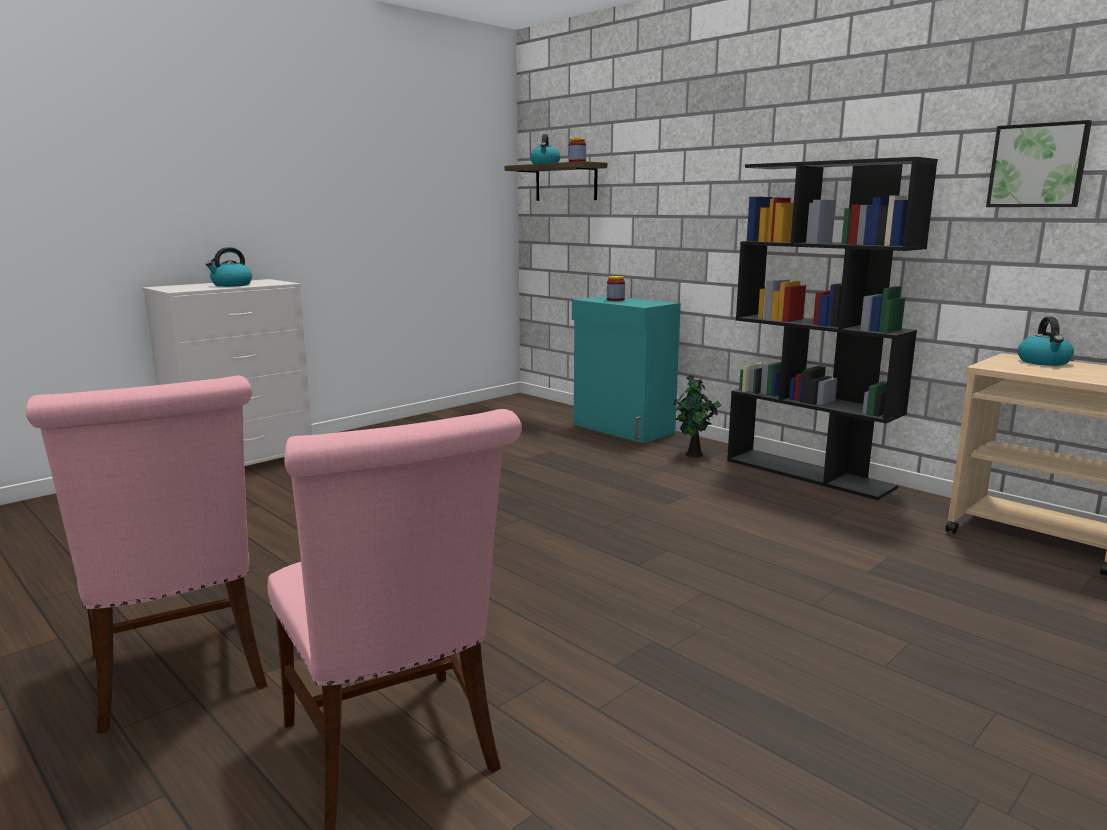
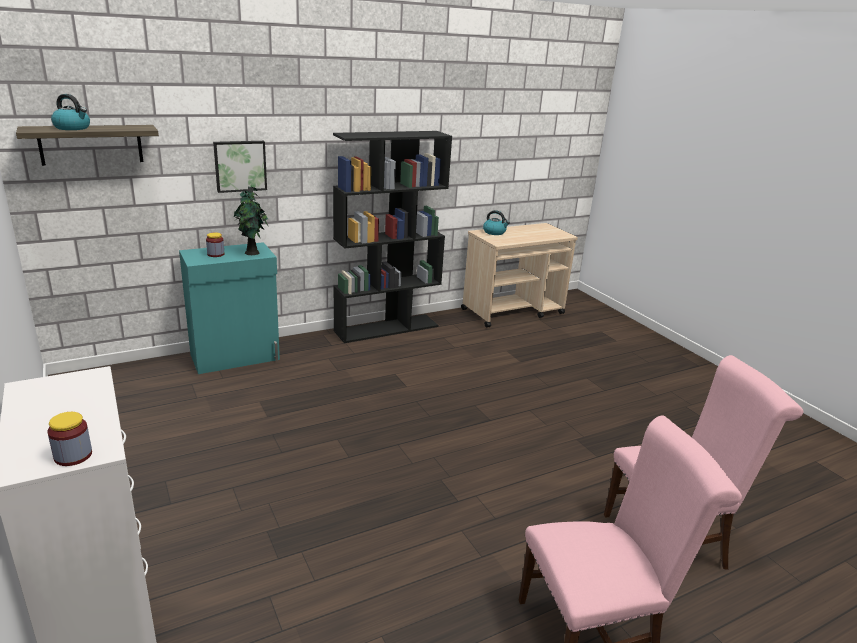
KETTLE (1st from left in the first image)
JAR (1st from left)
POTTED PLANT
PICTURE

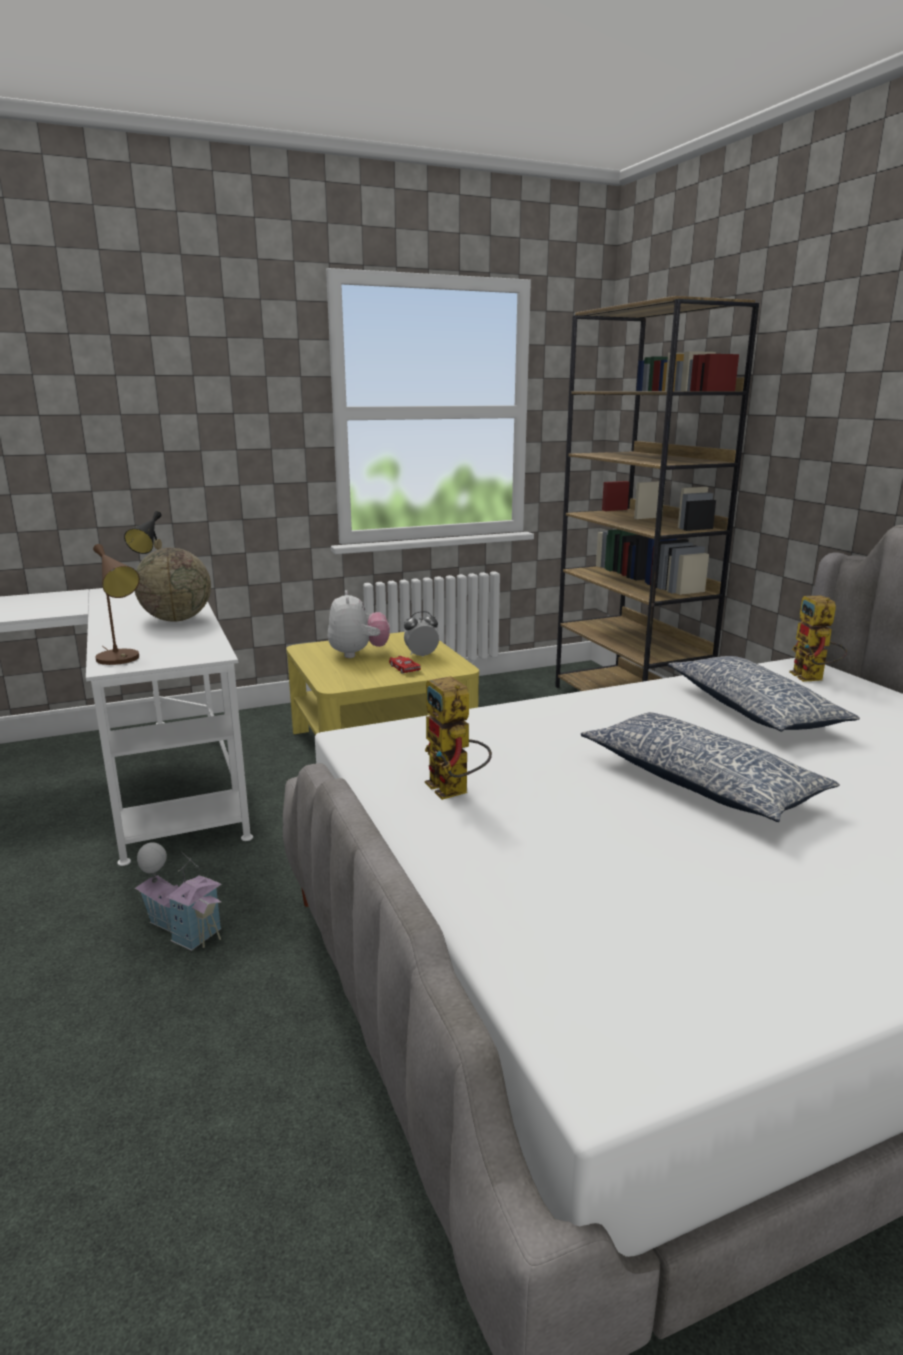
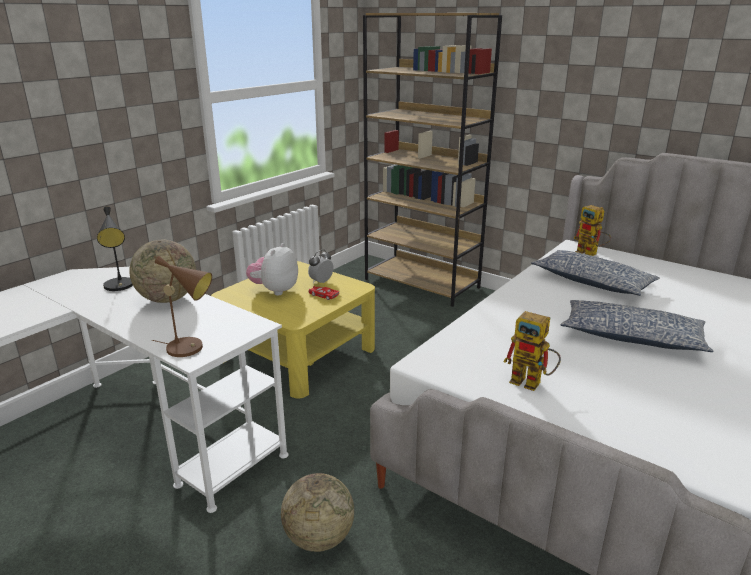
GLOBE (2nd from left)
PLUSH TOY

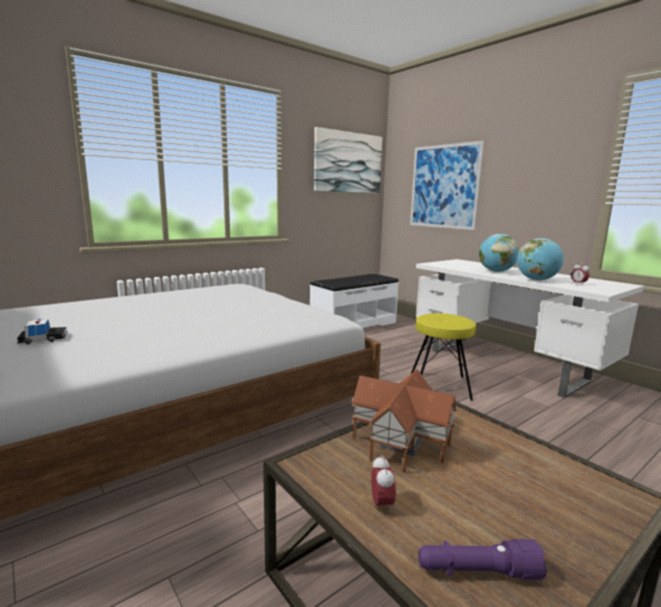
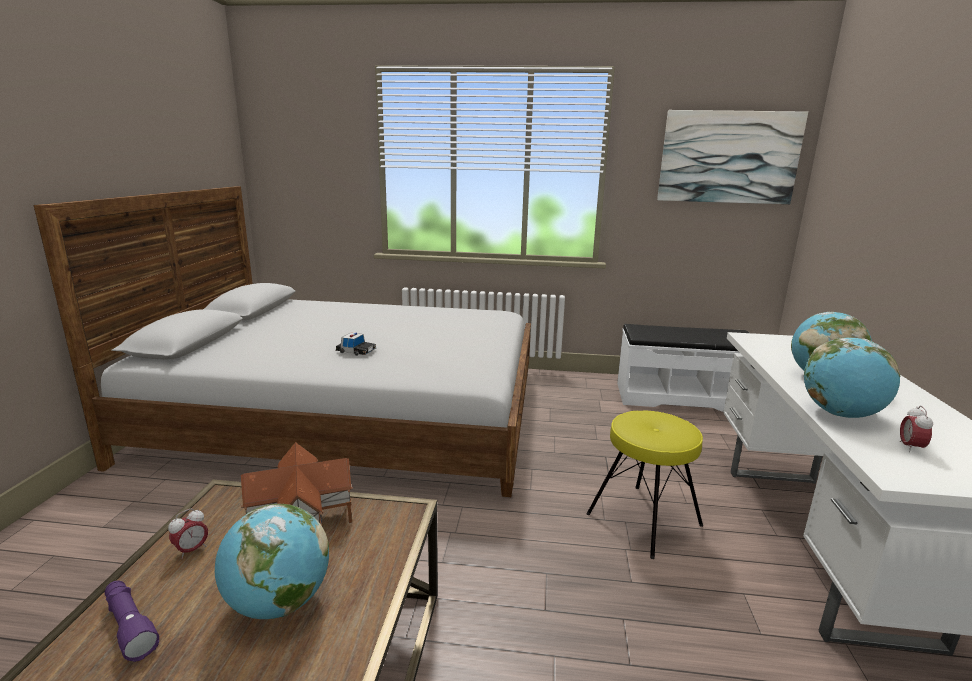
PICTURE (2nd from left in the first image)
GLOBE (1st from left)
TOY CAR

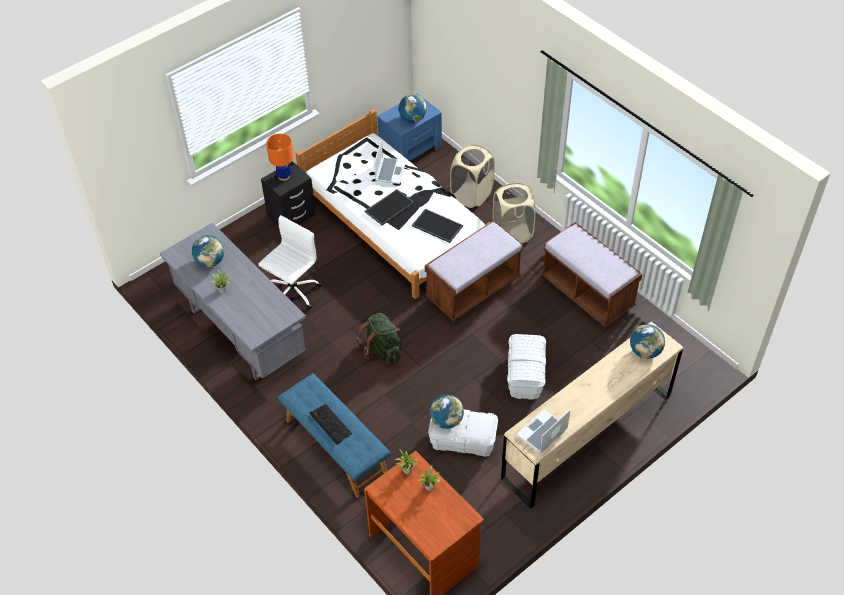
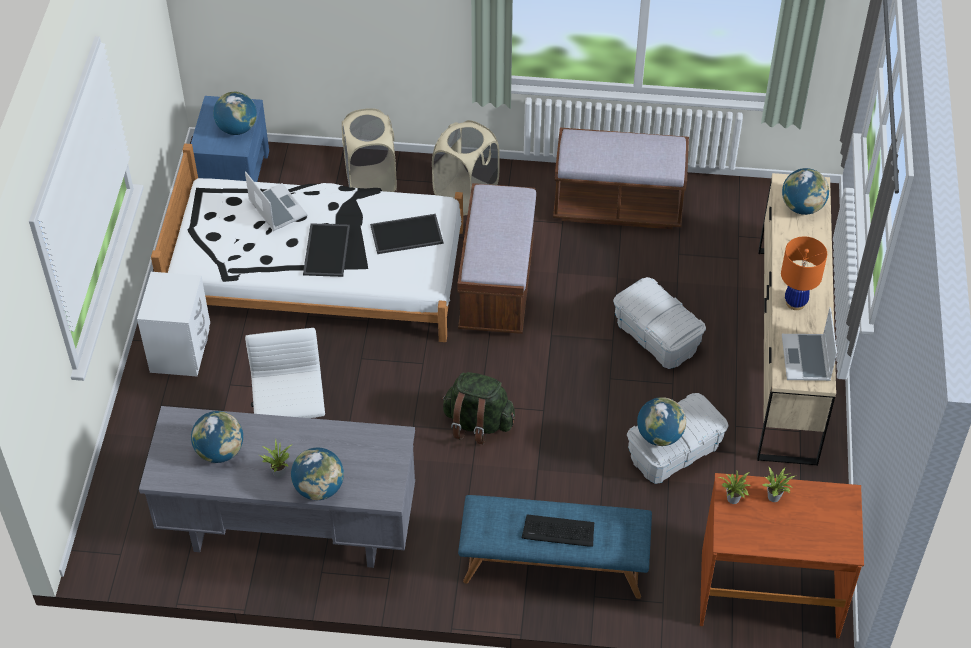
GLOBE (3rd from left)
ORANGE TABLE LAMP
WHITE NIGHTSTAND

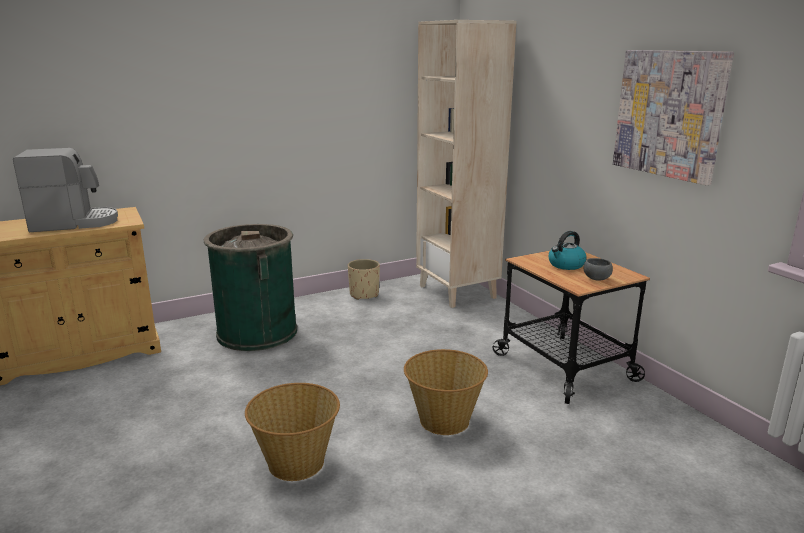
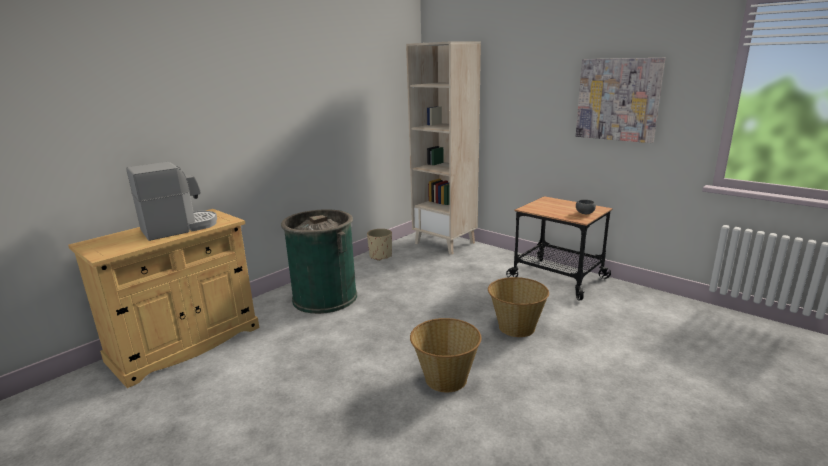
KETTLE

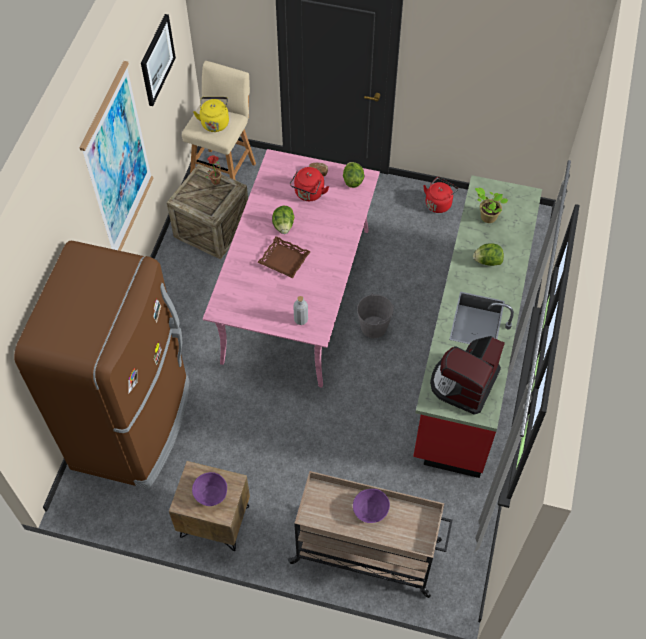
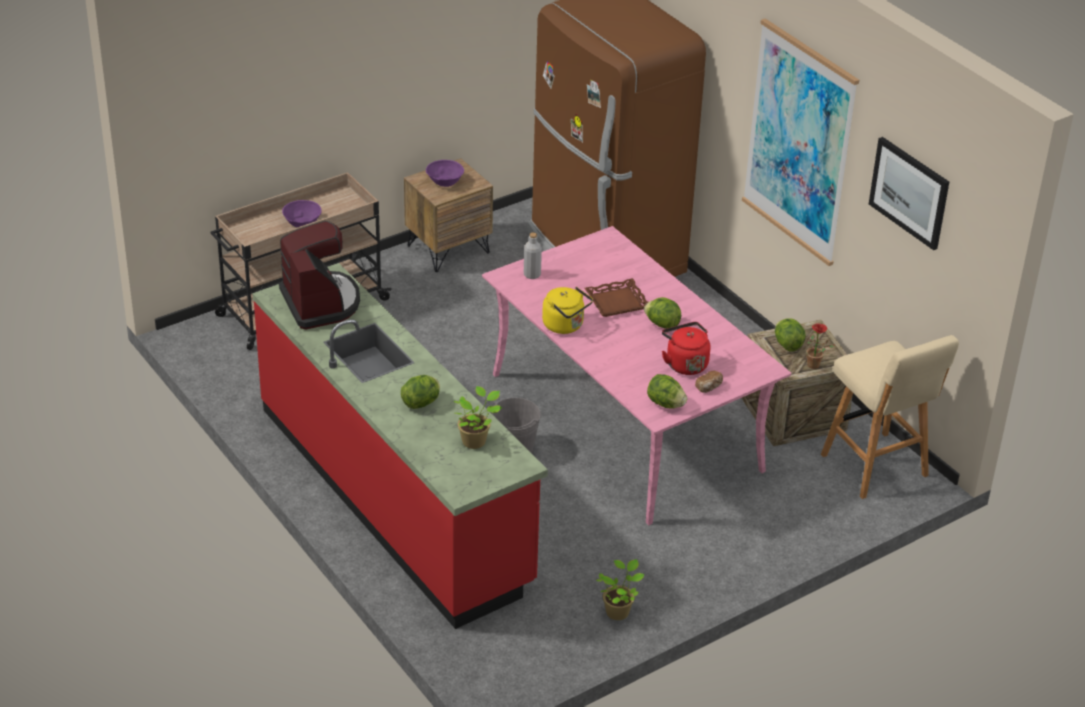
LETTUCE (4th from left)
YELLOW KETTLE
POTTED PLANT (2nd from left)

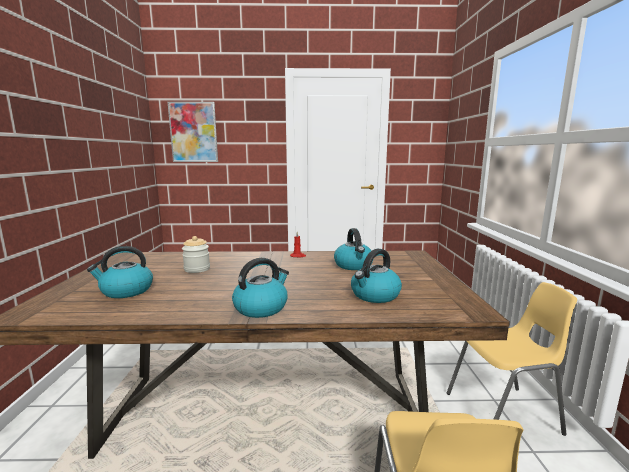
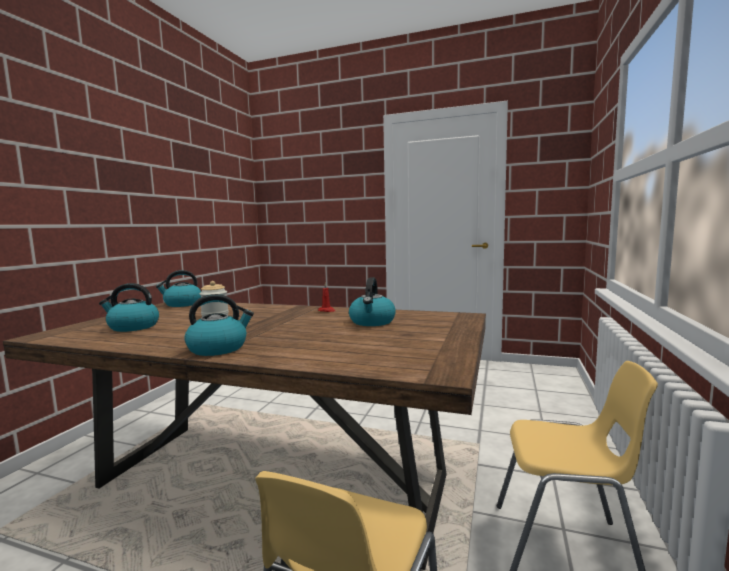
PICTURE
KETTLE (2nd from left)

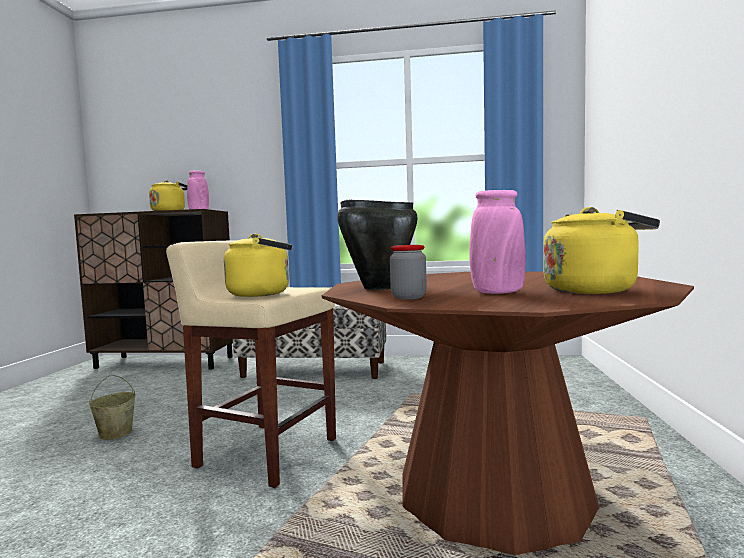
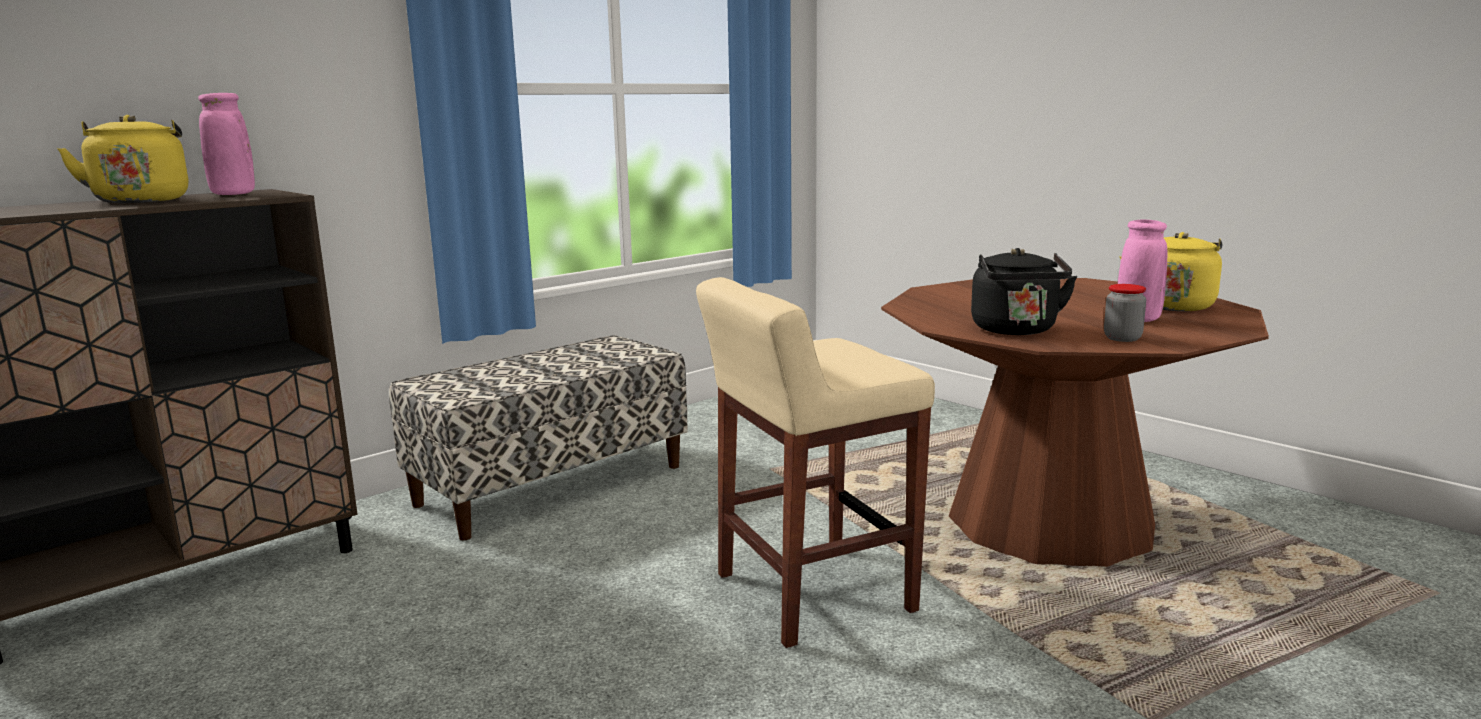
BEIGE BUCKET
YELLOW KETTLE (2nd from left in the first image)
BLACK KETTLE

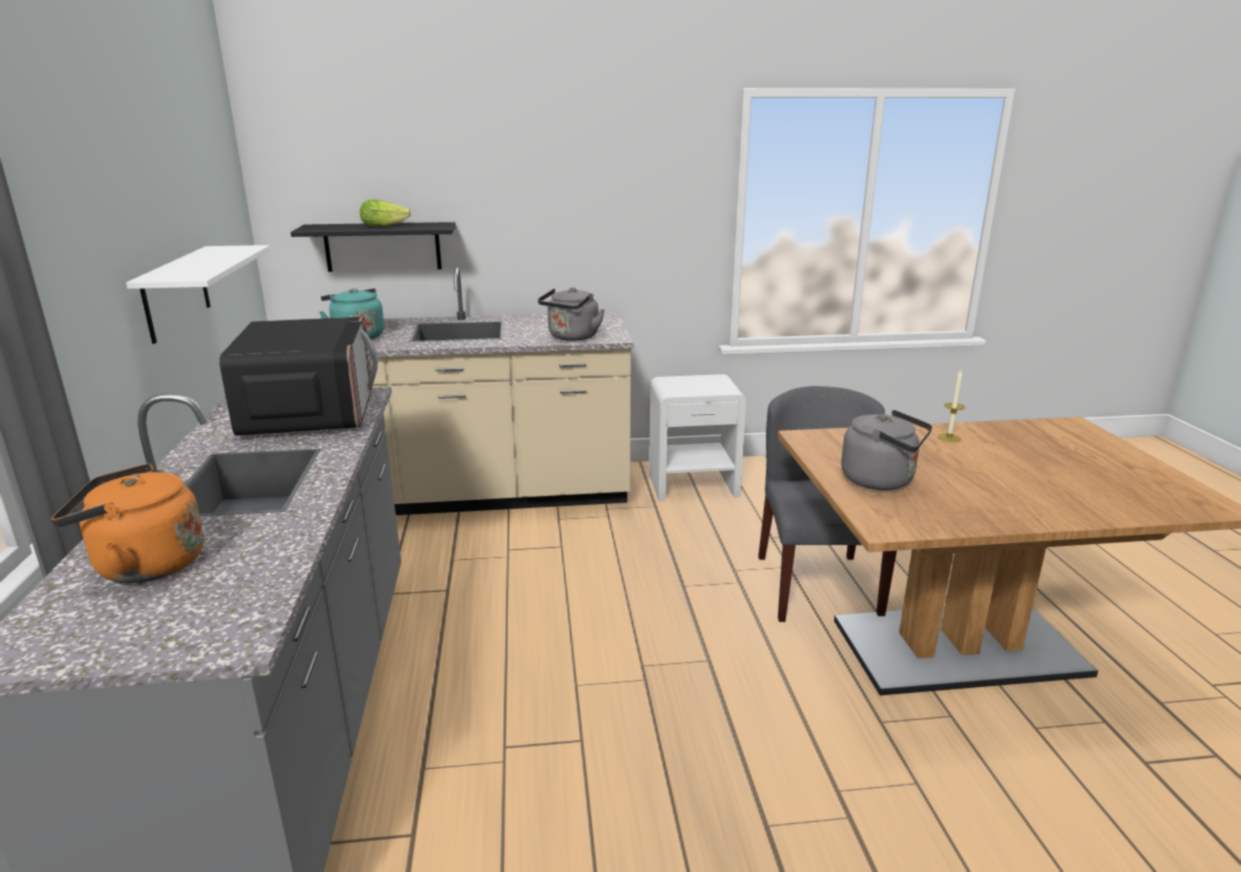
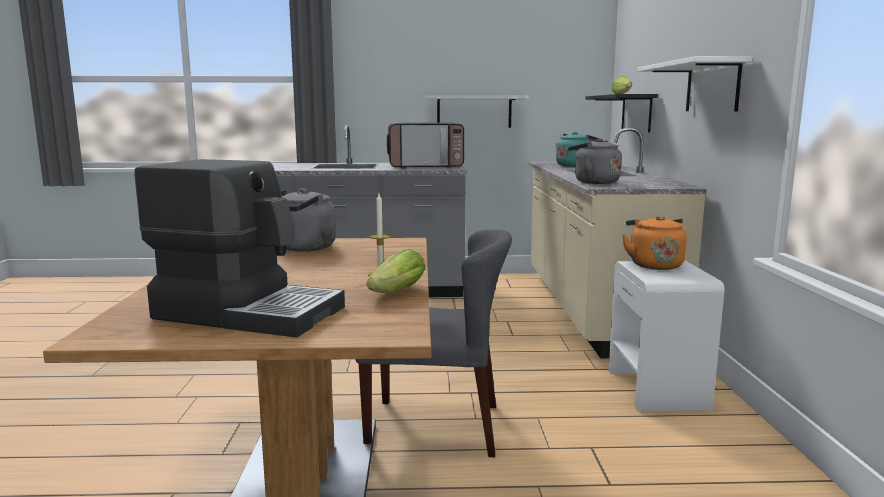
COFFEE MACHINE
LETTUCE (1st from left)
WHITE SHELF (2nd from left)
ORANGE KETTLE

